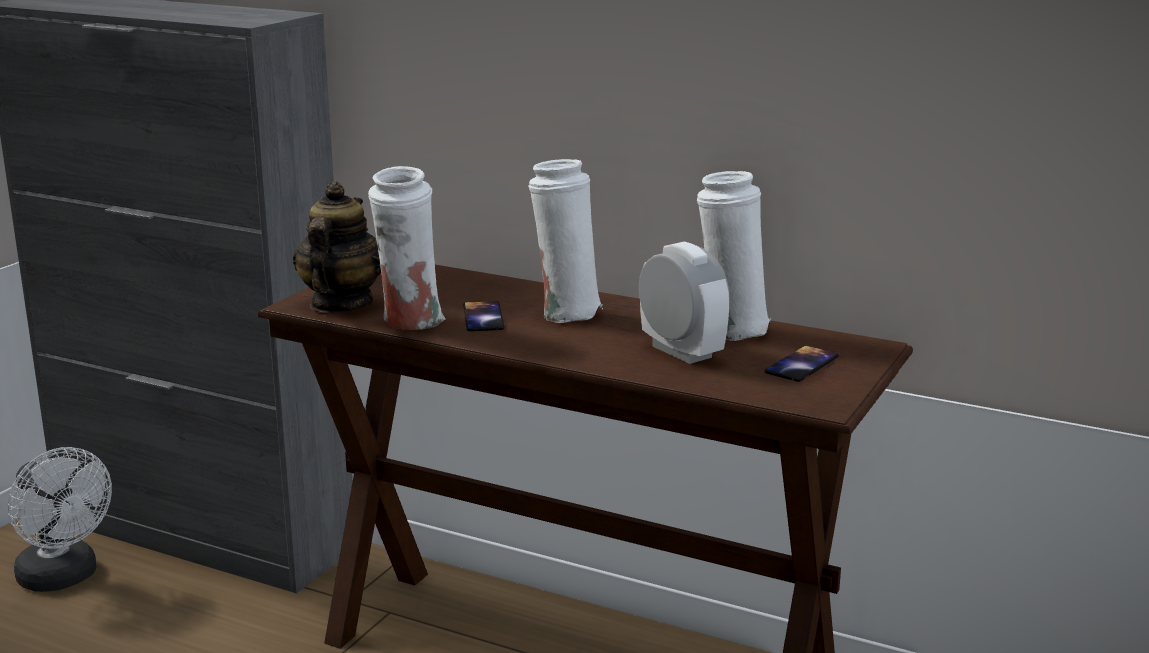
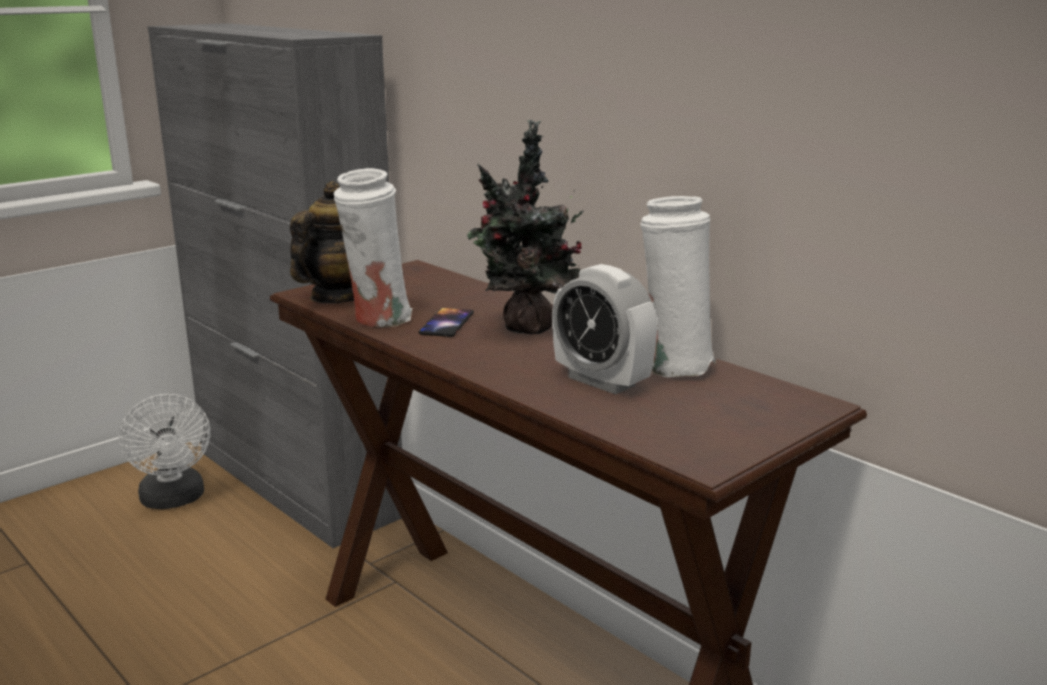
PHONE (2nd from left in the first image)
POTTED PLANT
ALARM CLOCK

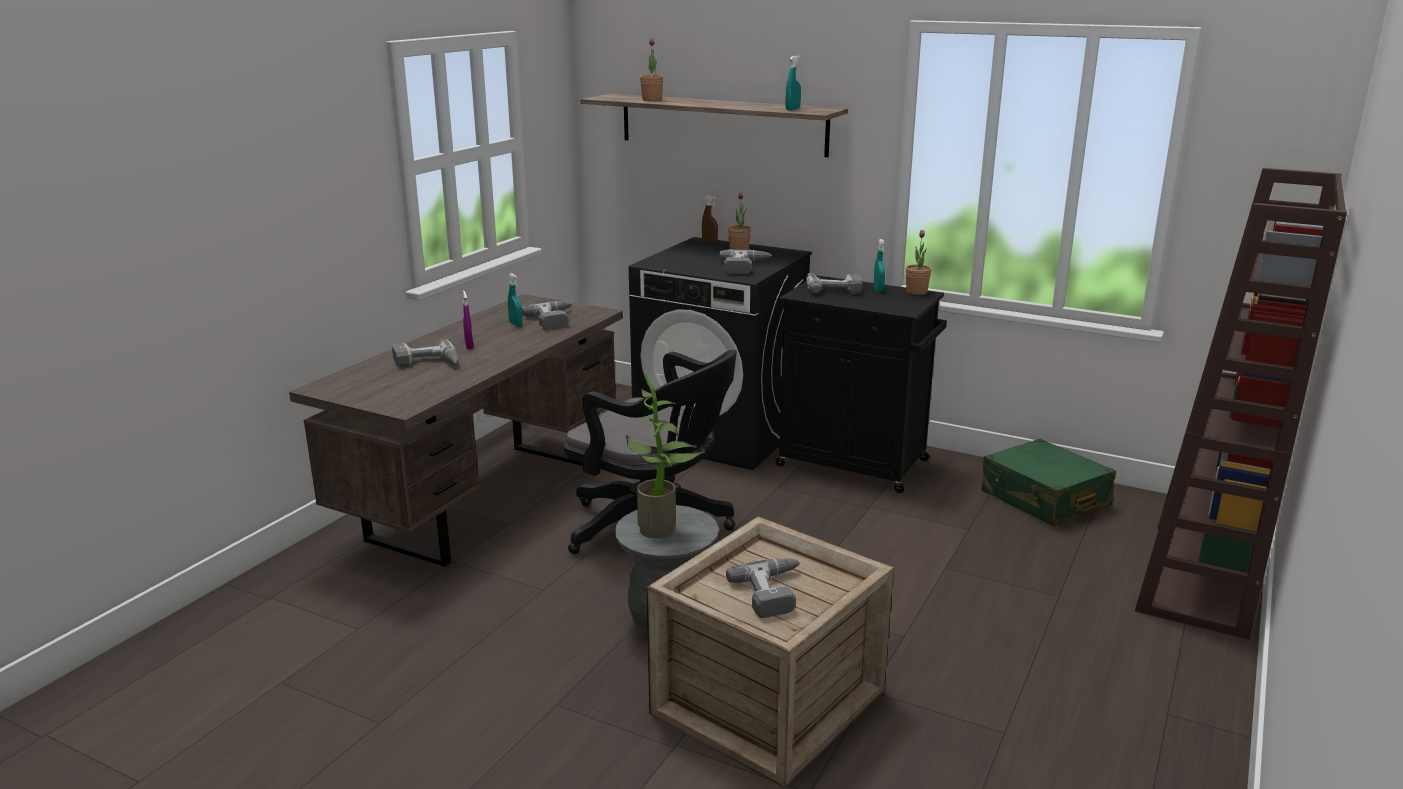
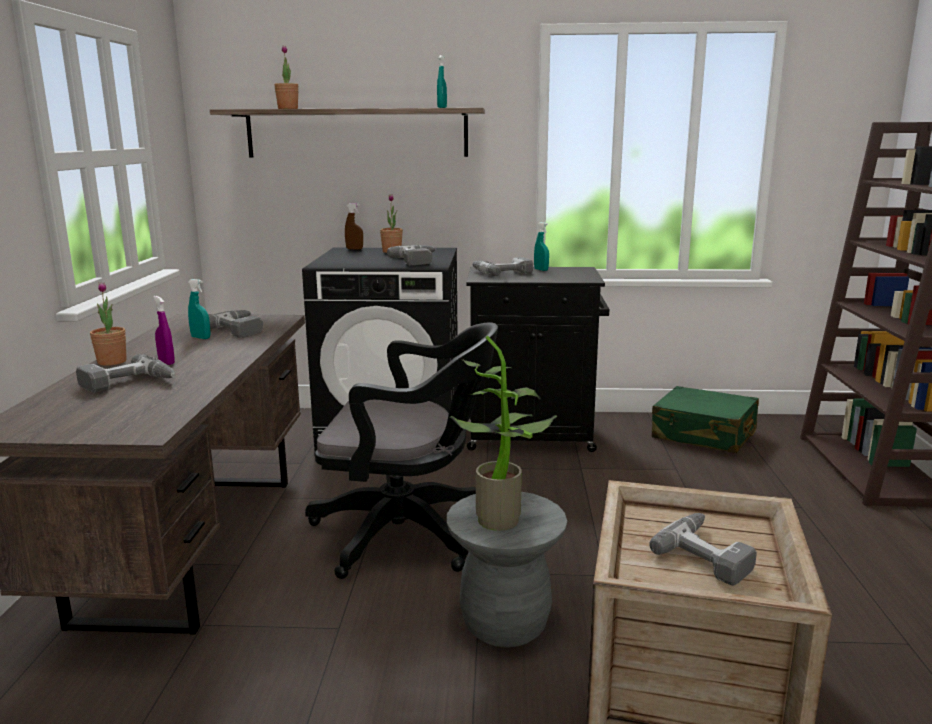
POTTED PLANT (1st from left)

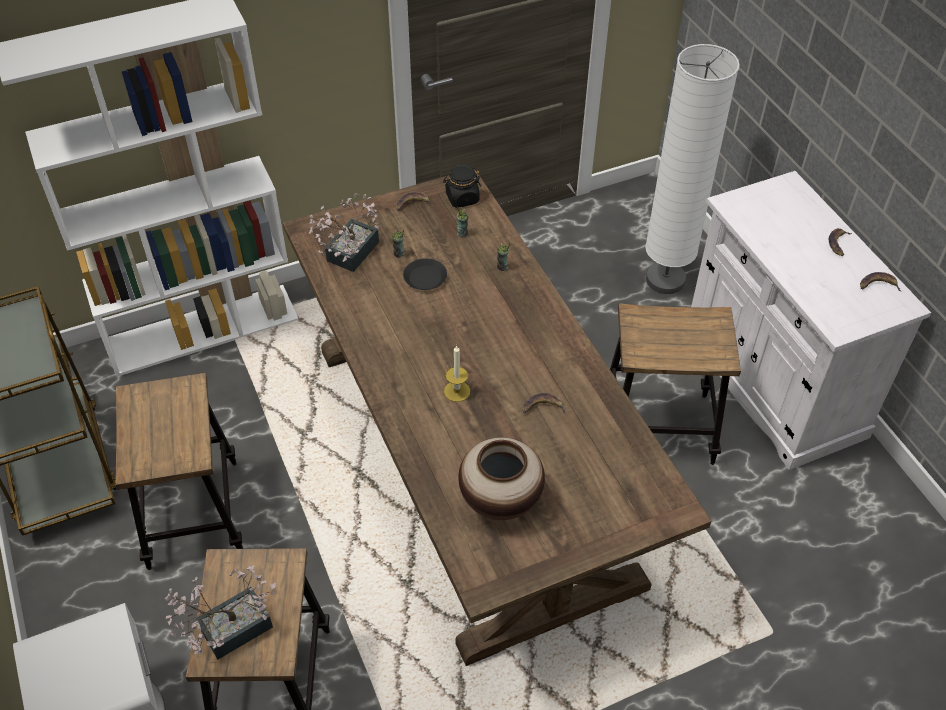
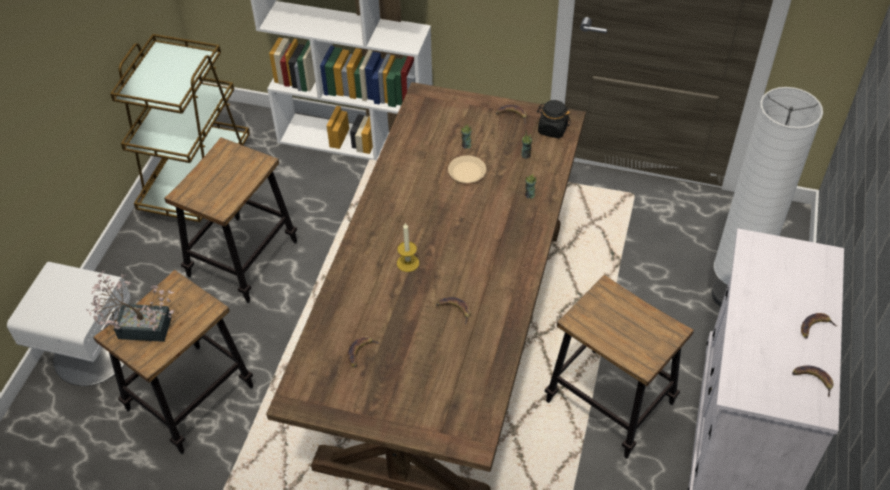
POTTED PLANT (2nd from left in the first image)
BANANA (1st from left)
BEIGE PLATE

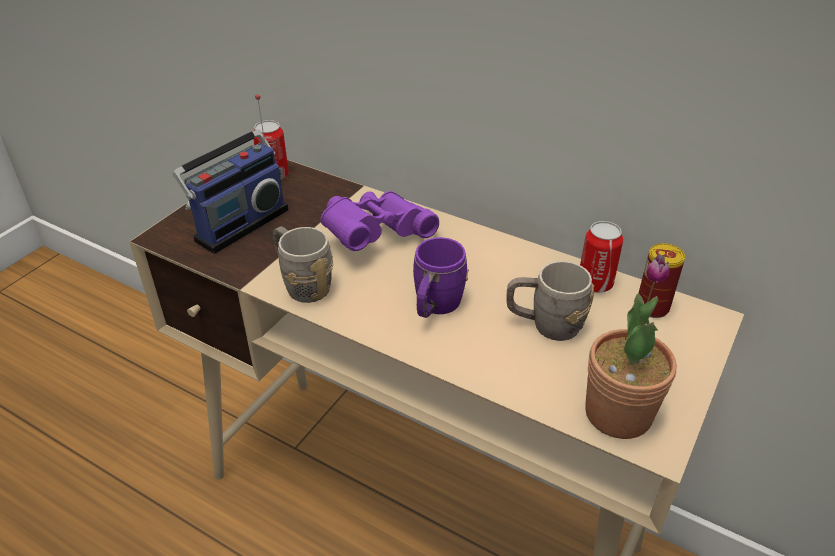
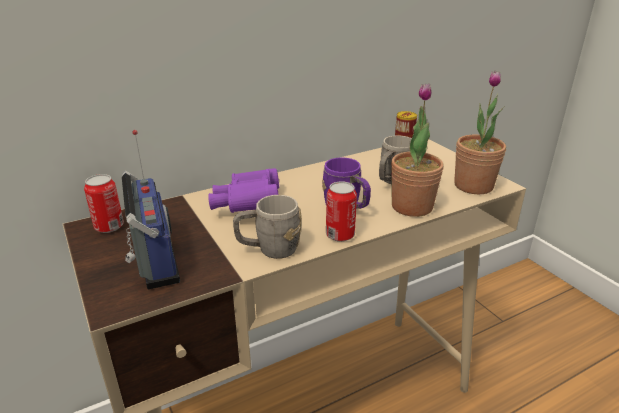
POTTED PLANT (1st from left)
CAN (2nd from left)

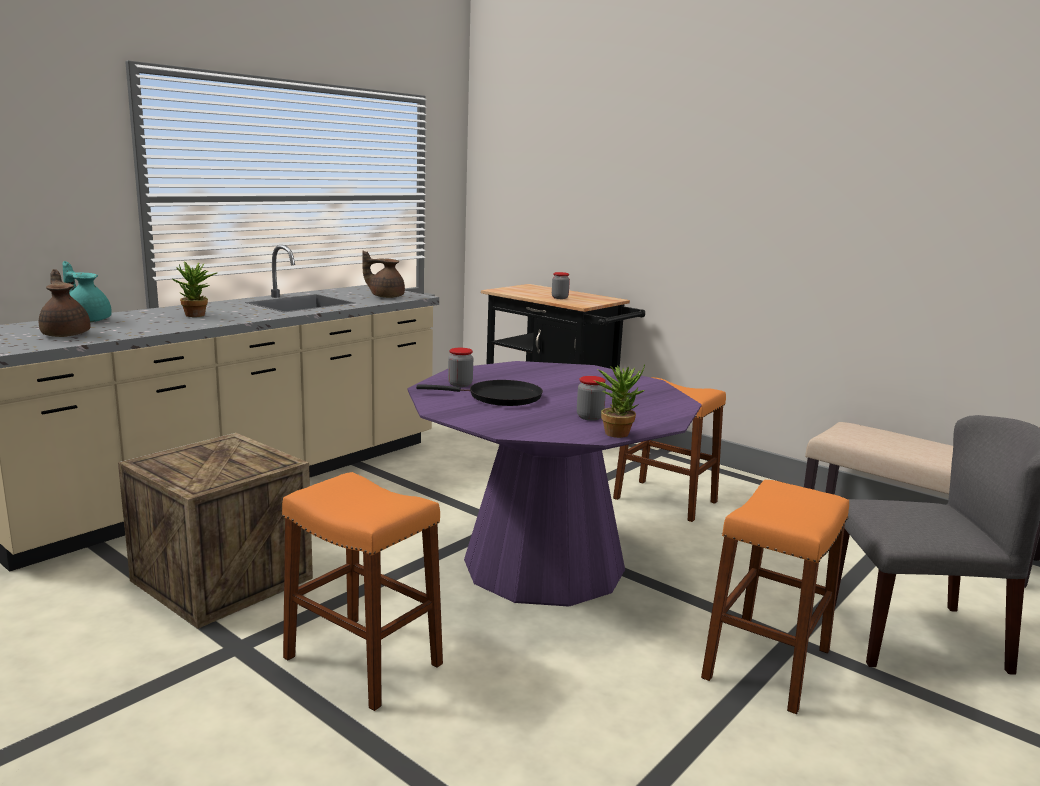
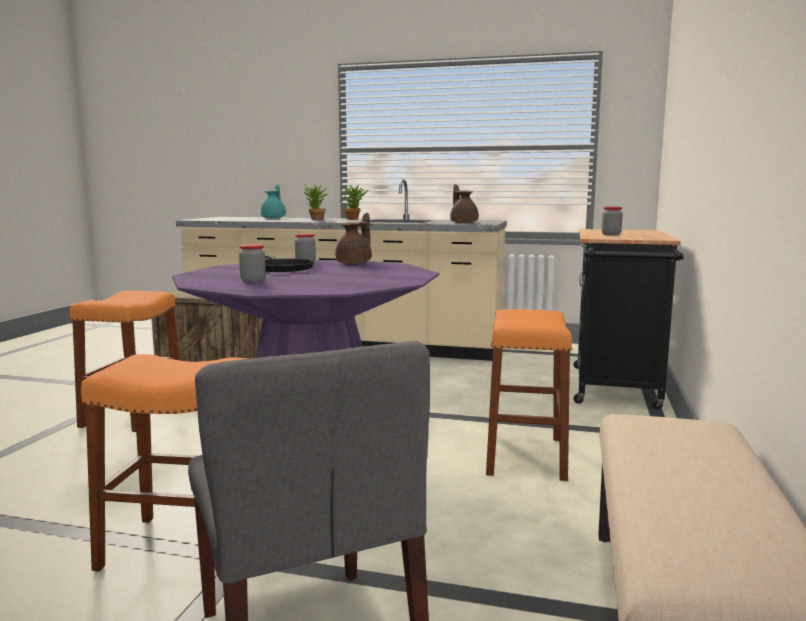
BROWN TEAPOT (1st from left)
POTTED PLANT (2nd from left)

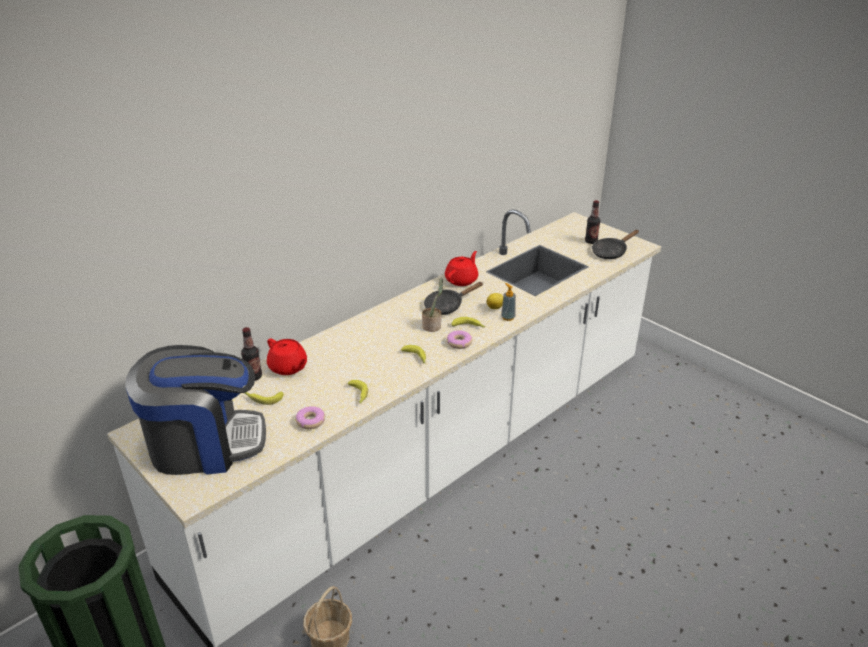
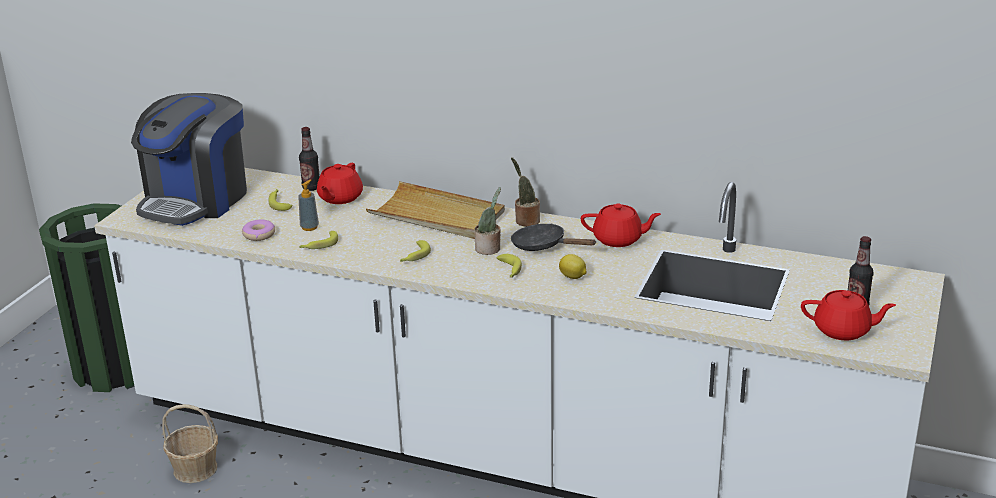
DONUT (2nd from left in the first image)
BEIGE TRAY
POTTED PLANT (2nd from left)
SOAP DISPENSER
RED TEAPOT (3rd from left)
COFFEE MACHINE

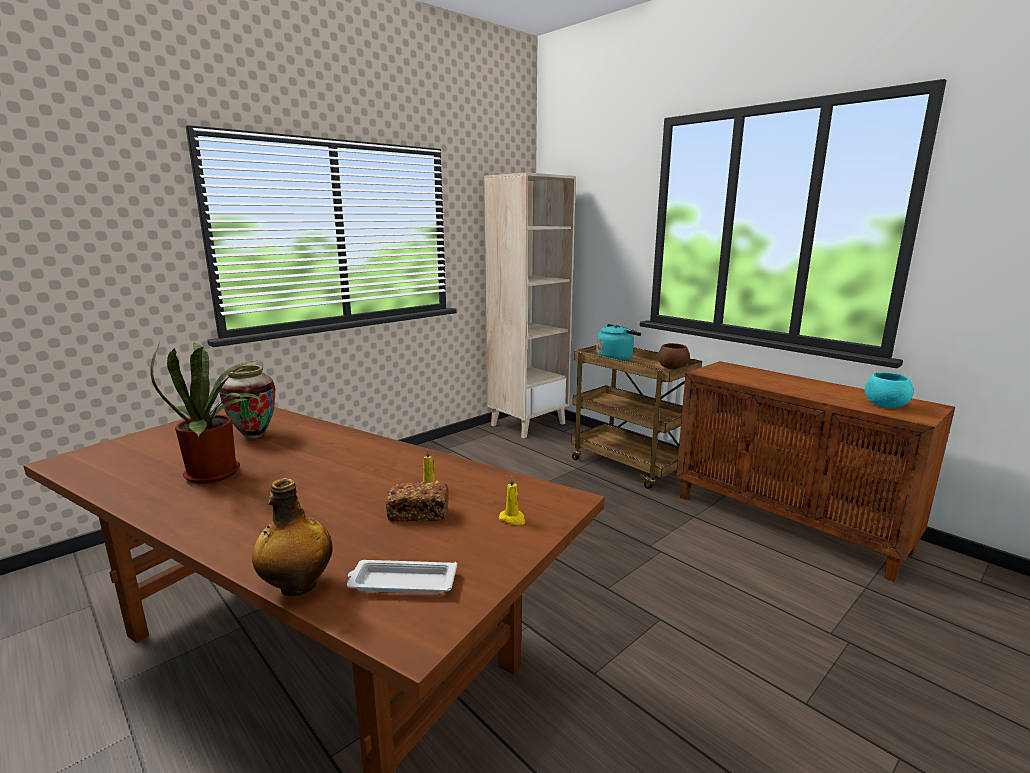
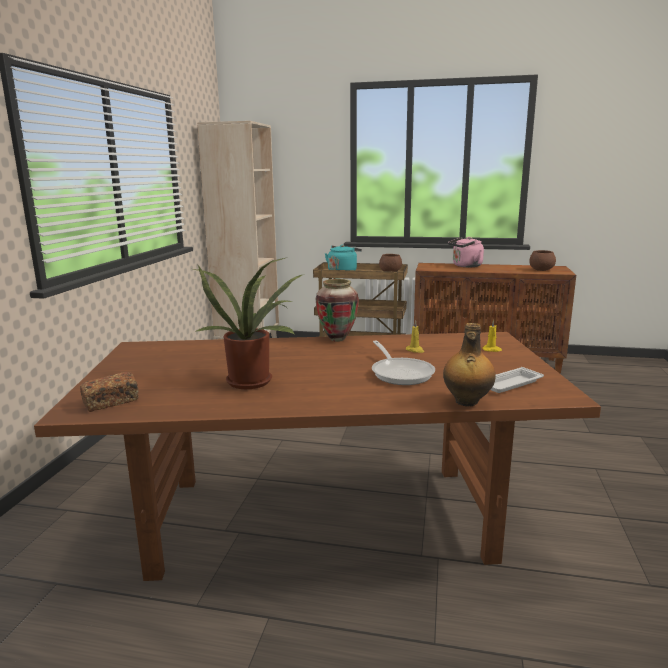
FRYING PAN
PINK KETTLE
VASE
BREAD
BROWN BOWL (2nd from left)

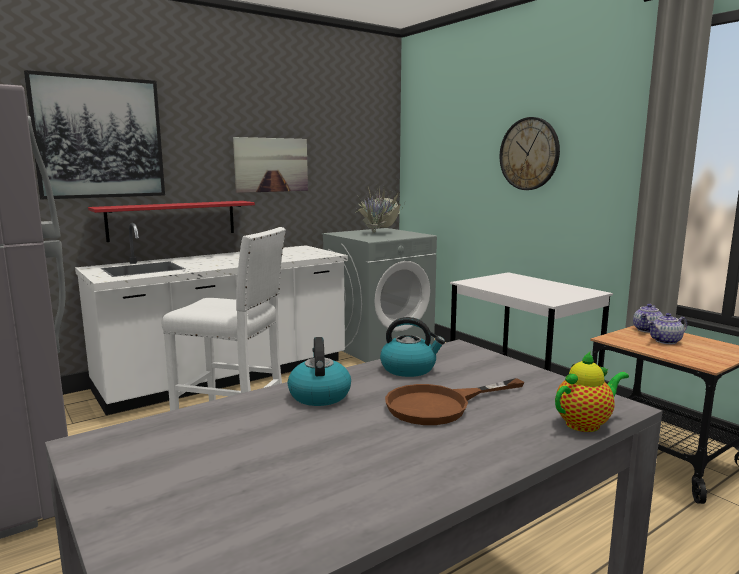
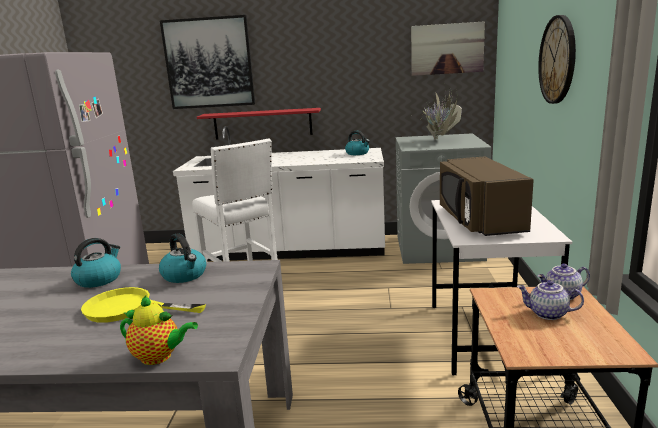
KETTLE (3rd from left)
BROWN MICROWAVE
PICTURE (2nd from left)
YELLOW FRYING PAN

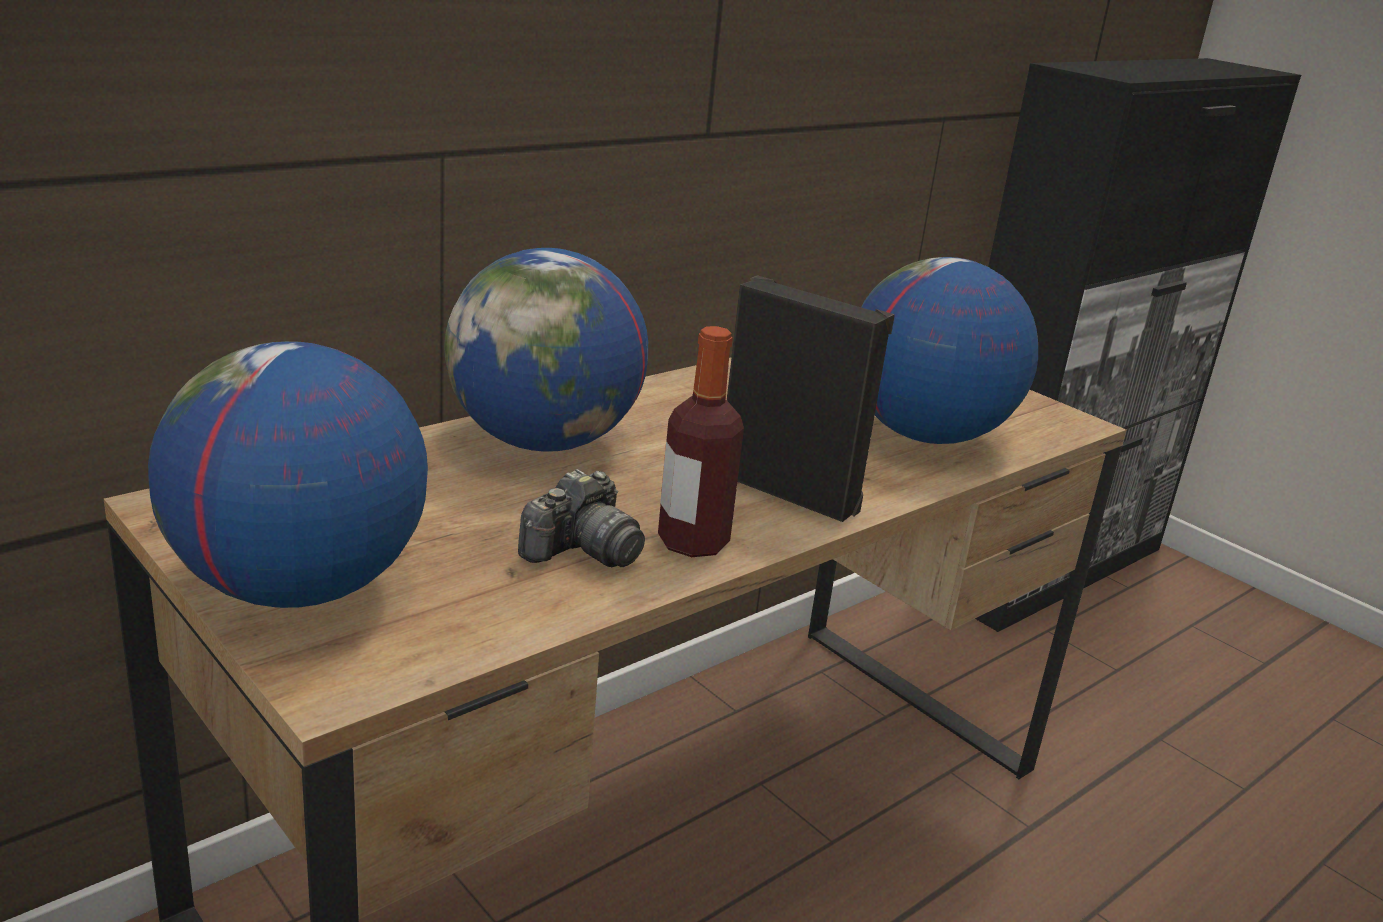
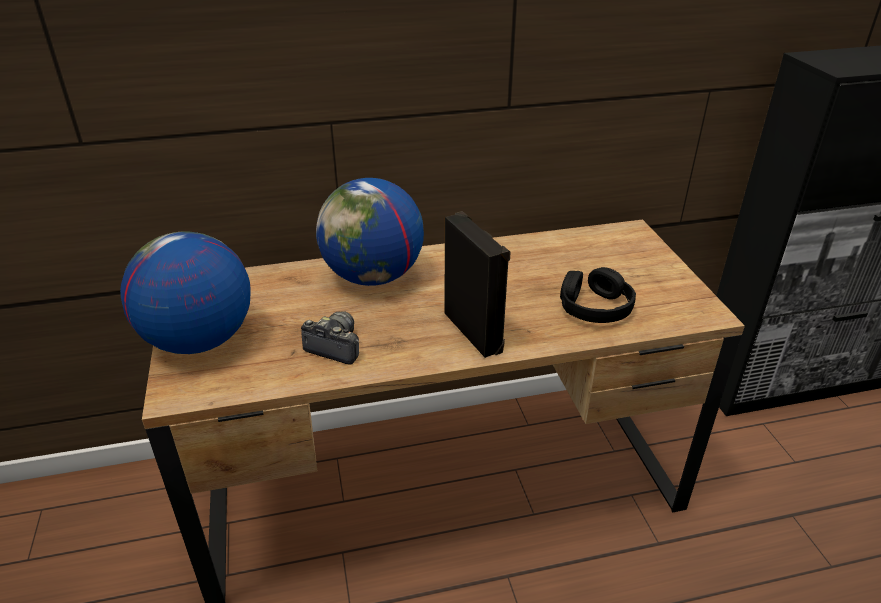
BOTTLE
BLACK HEADPHONES
PHOTO CAMERA

